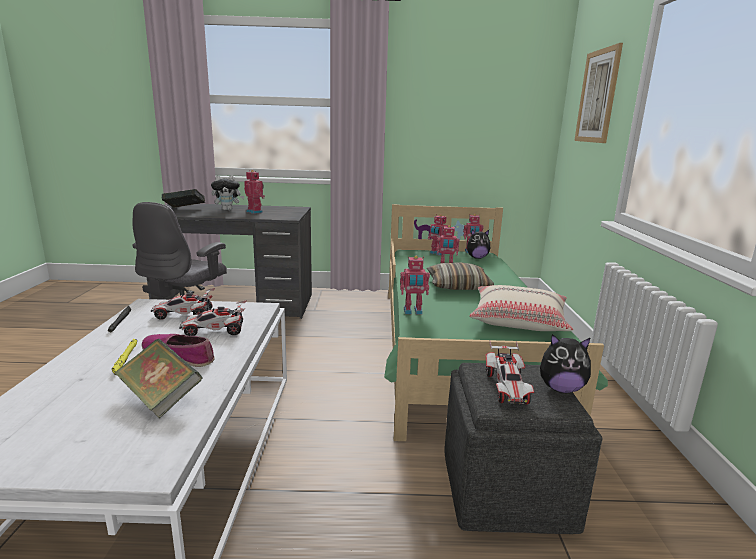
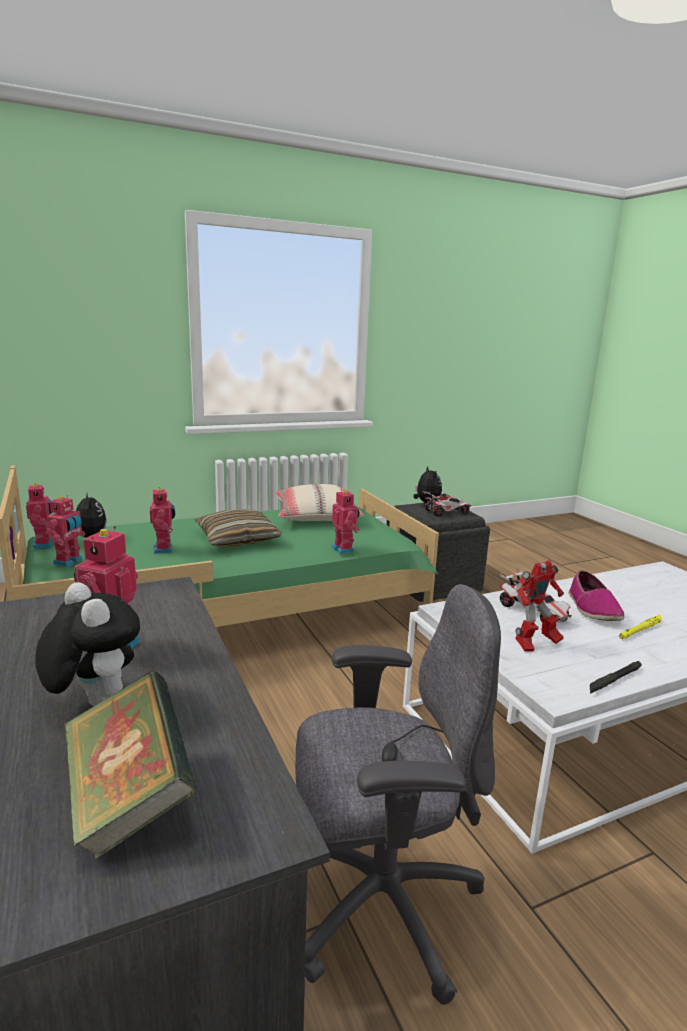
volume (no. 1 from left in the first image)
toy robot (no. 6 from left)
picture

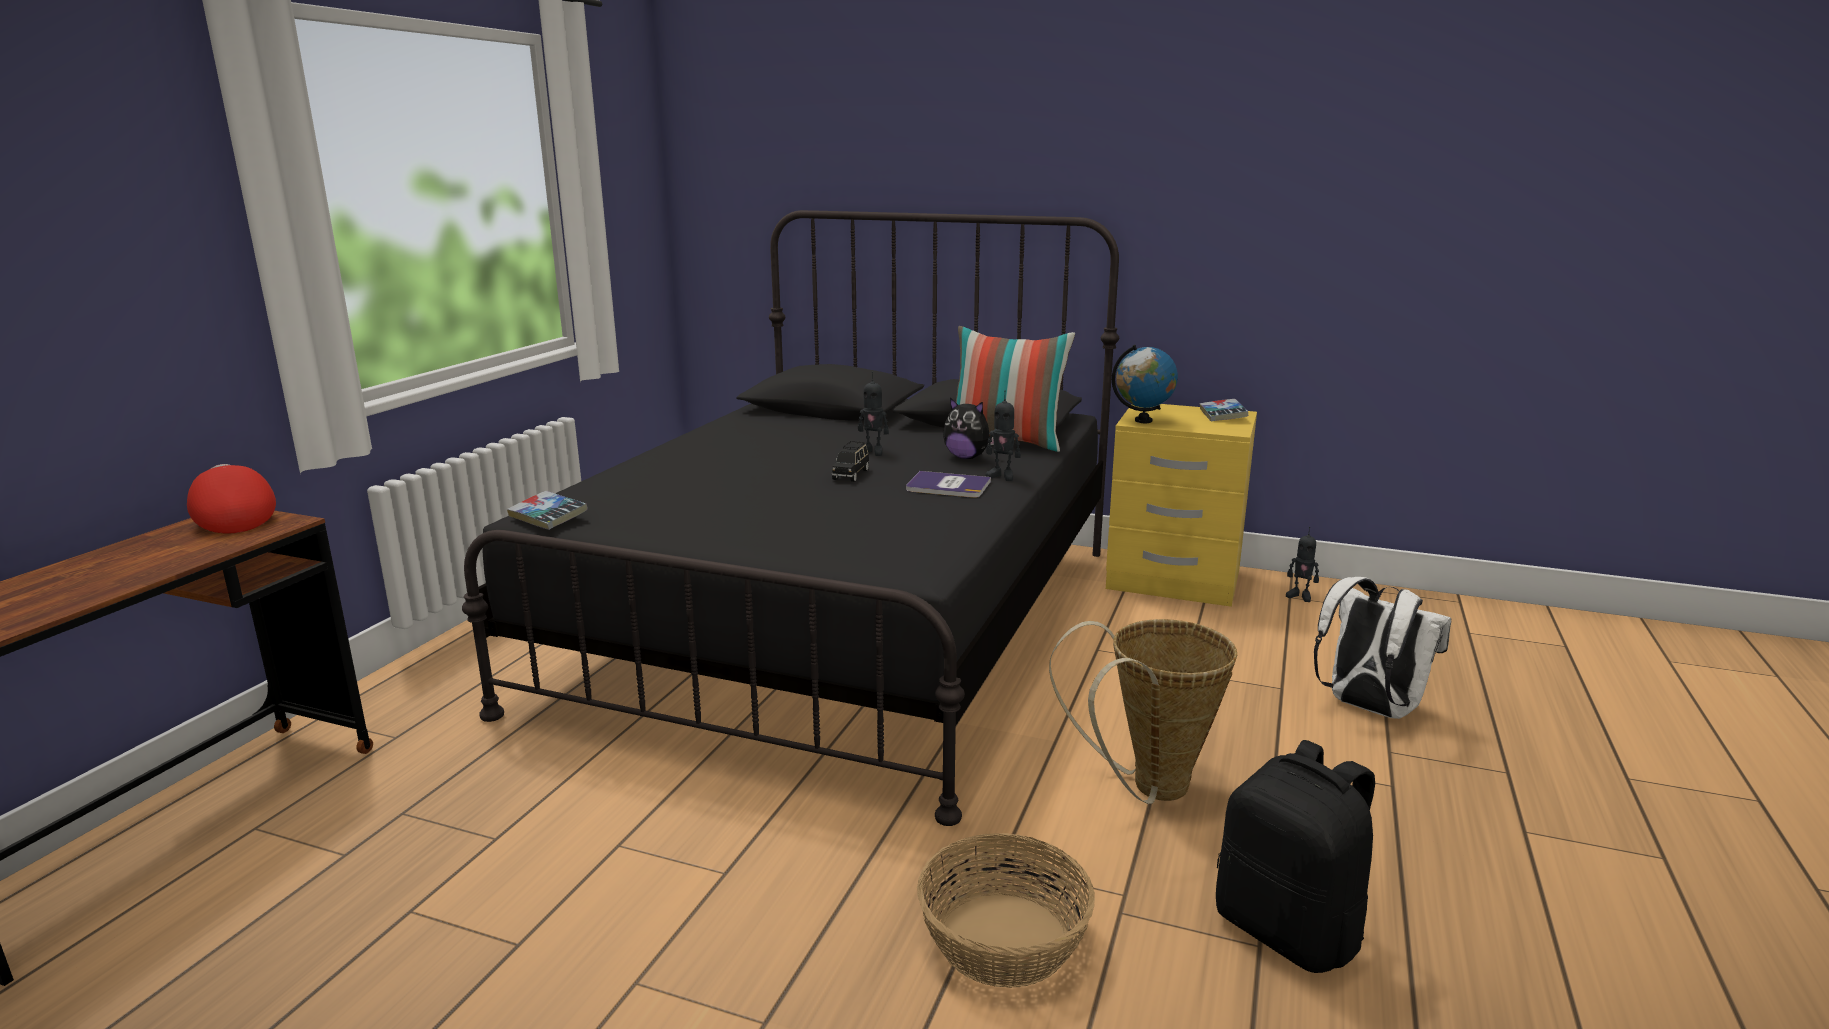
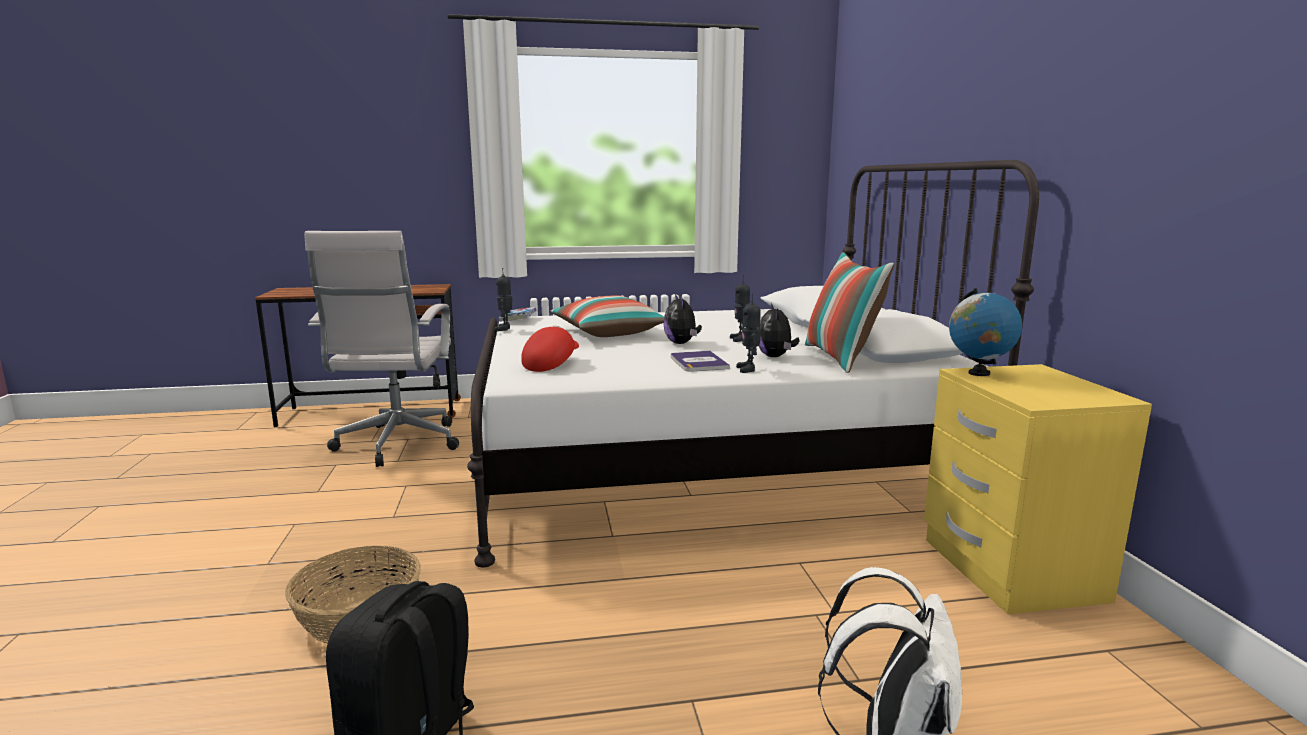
peaked cap in reddish
sleeping bed in white
plush toy (no. 1 from left)
storage basket (no. 2 from left in the first image)
volume (no. 3 from left in the first image)
toy robot (no. 1 from left)
office chair in white
pillow (no. 1 from left)

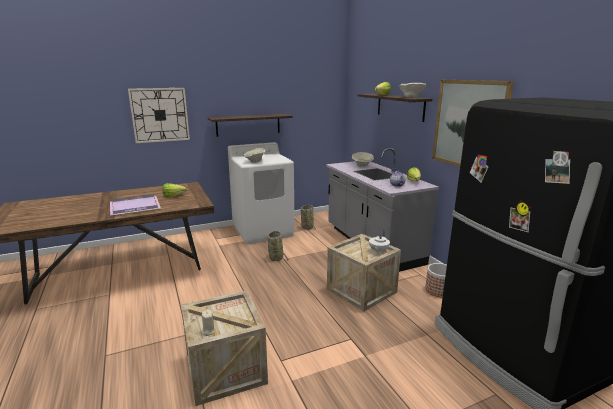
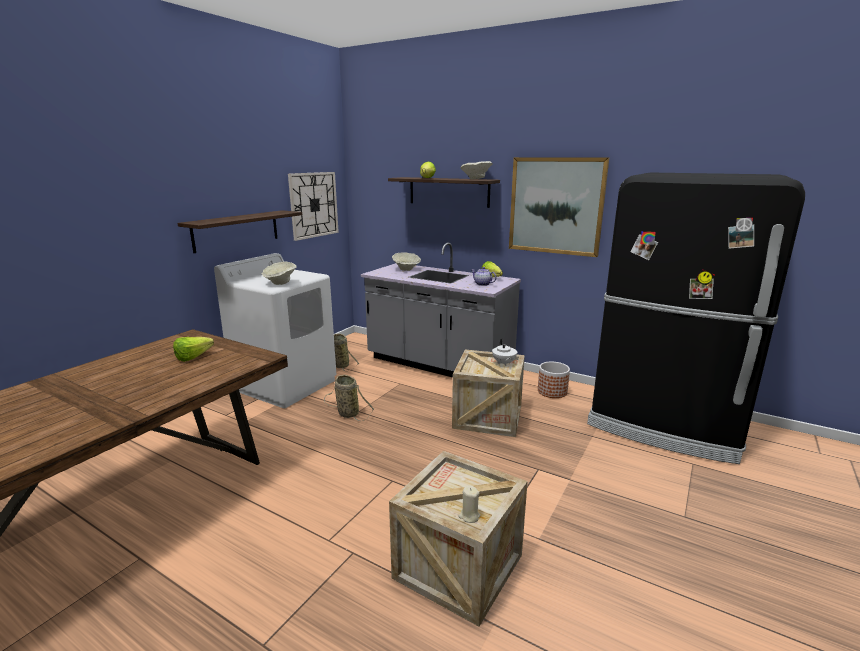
carrying tray in purple
clock on the wall

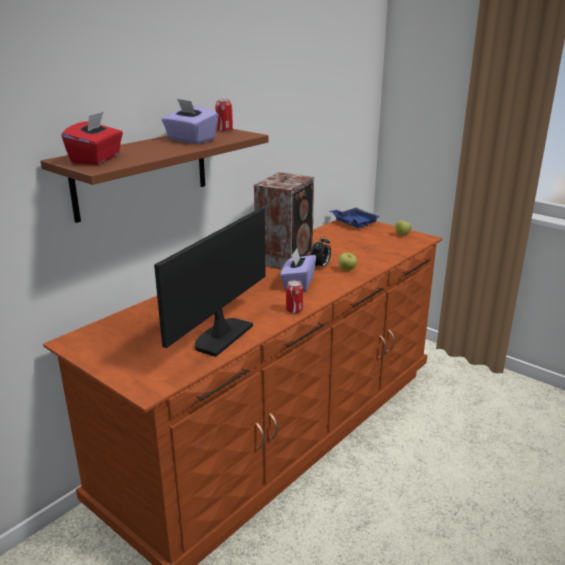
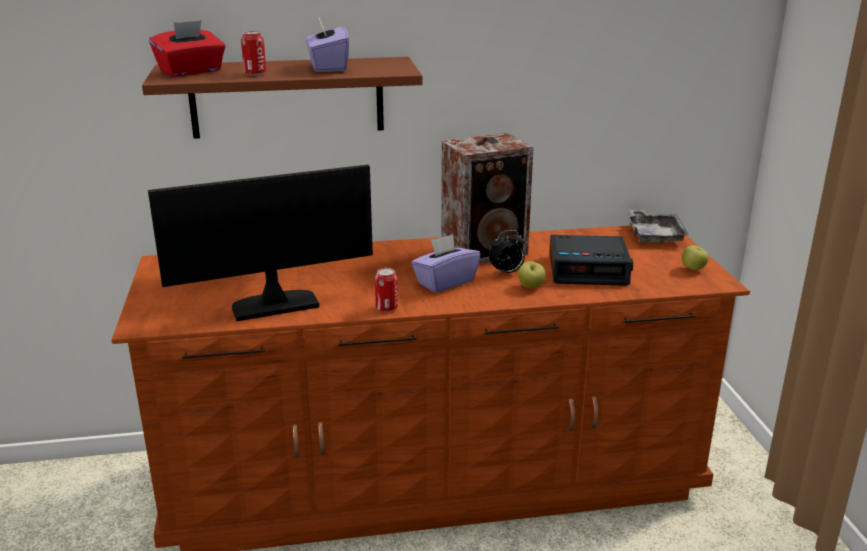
sealed can (no. 1 from left)
carrying tray in grey
table clock (no. 2 from left)

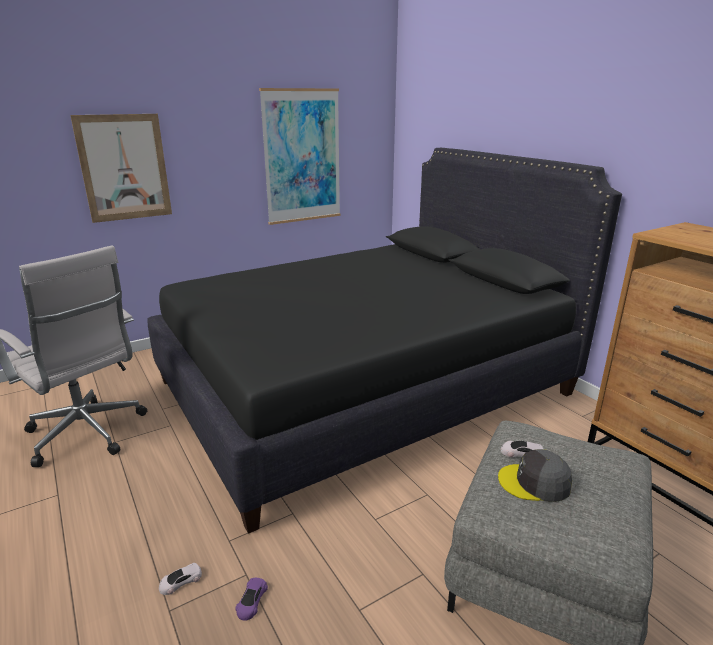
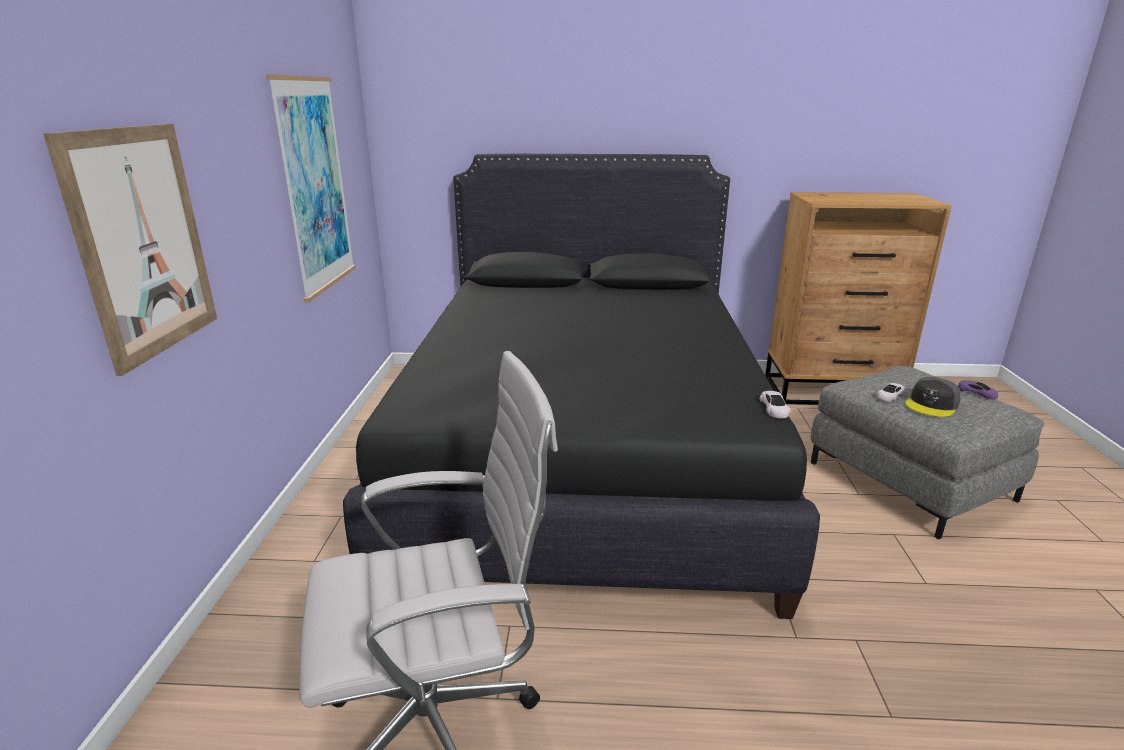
model car in white (no. 1 from left)
model car in purple

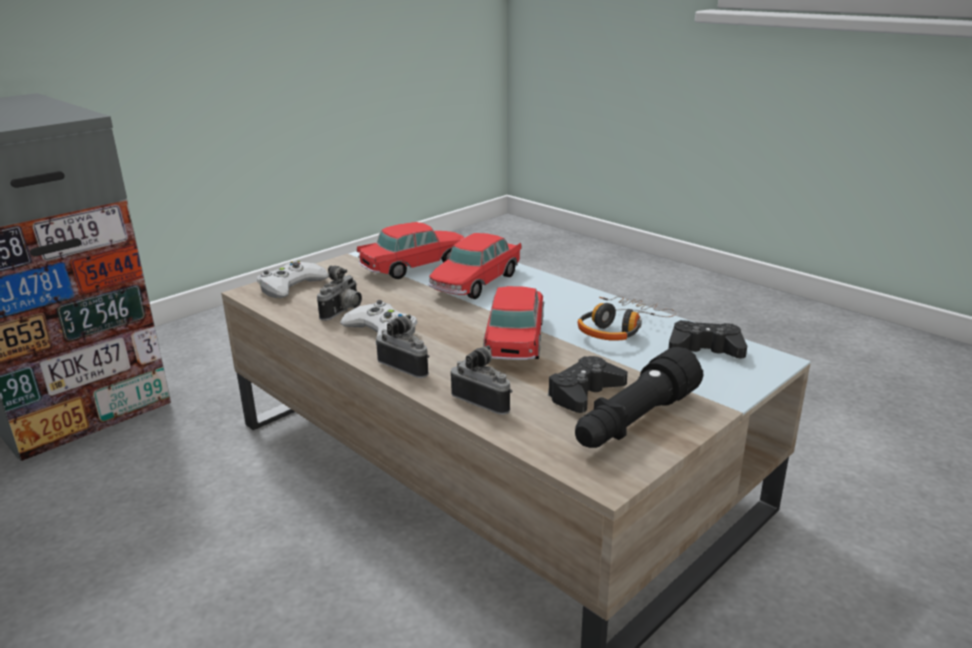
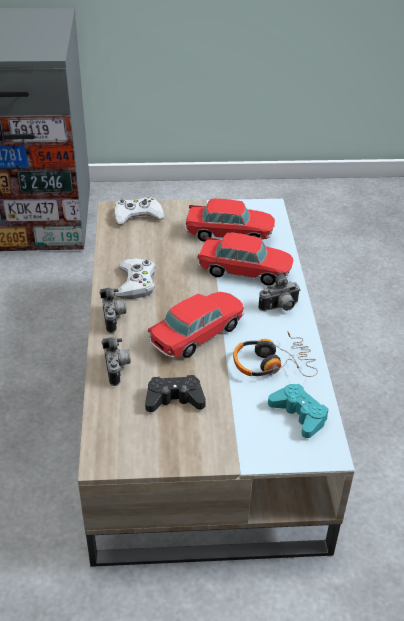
photo camera (no. 3 from left)
model car (no. 3 from left)
torch in black
game controller in blue-green

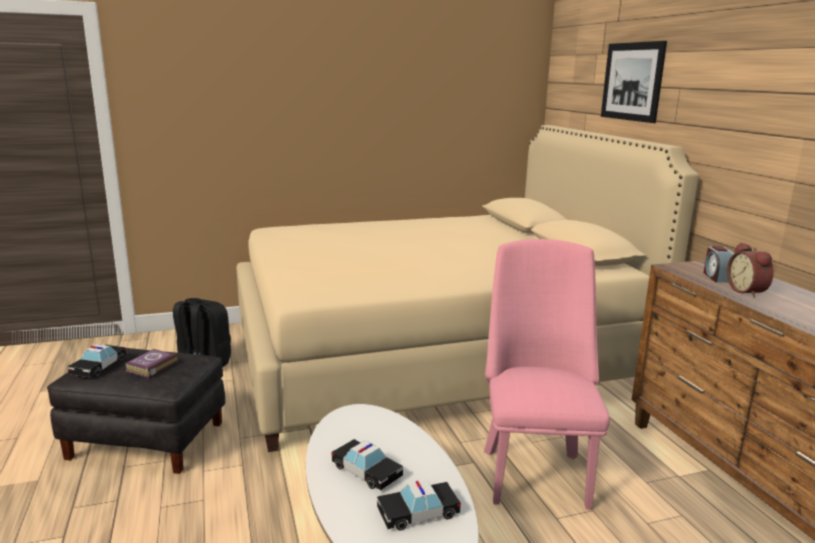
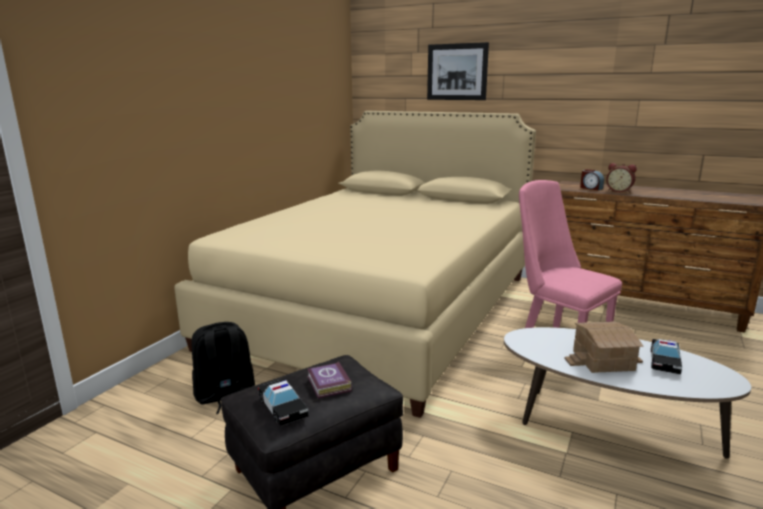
miniature house

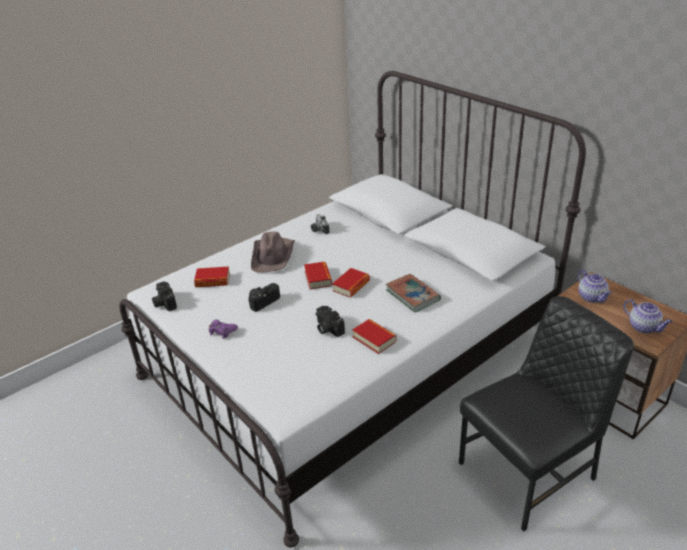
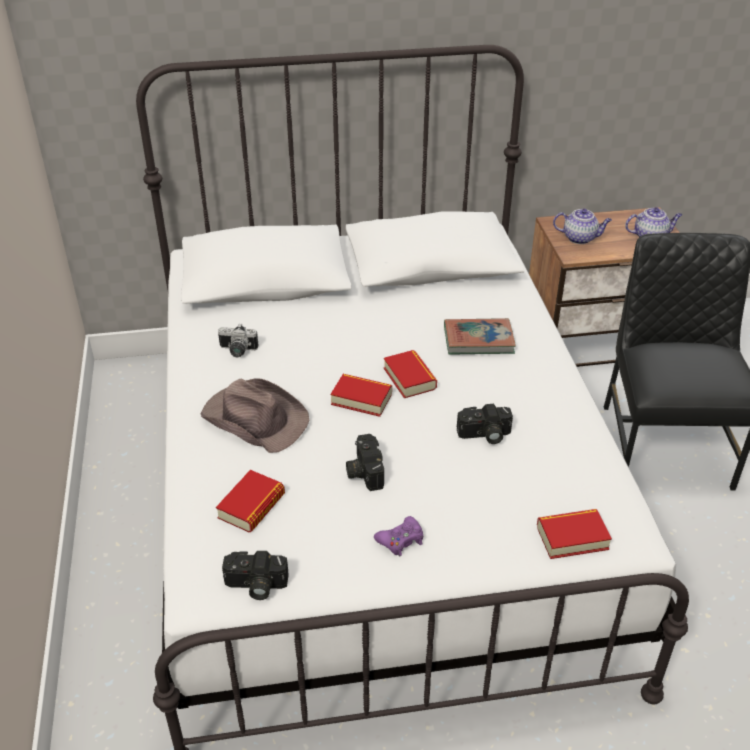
volume (no. 5 from left)

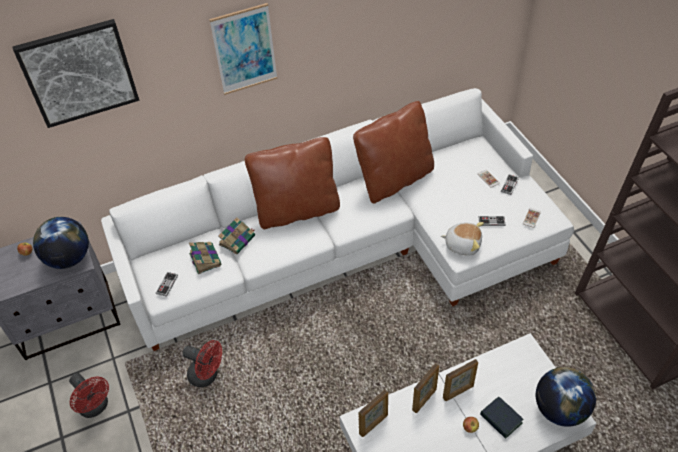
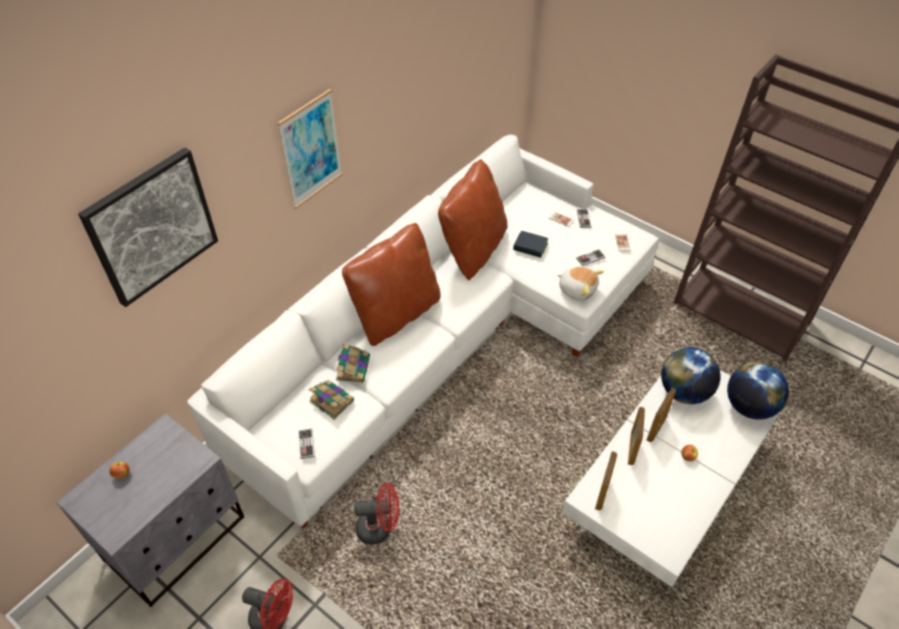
world globe (no. 1 from left)
plush toy
volume (no. 3 from left)

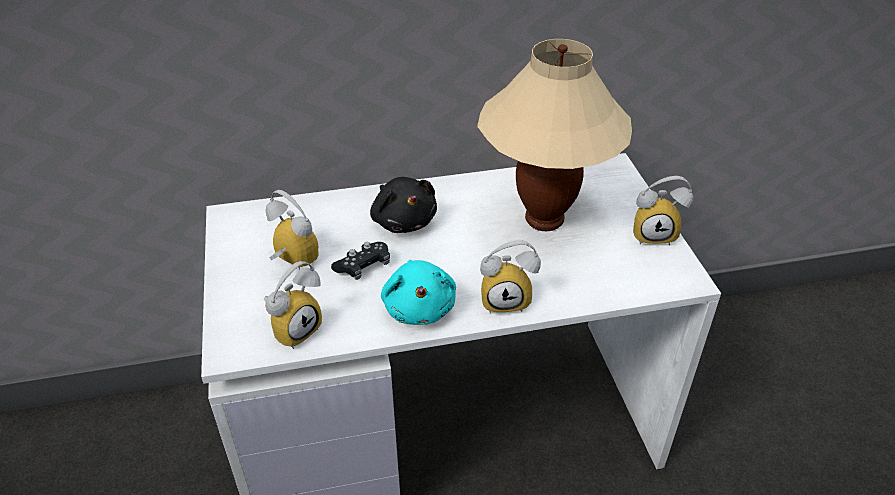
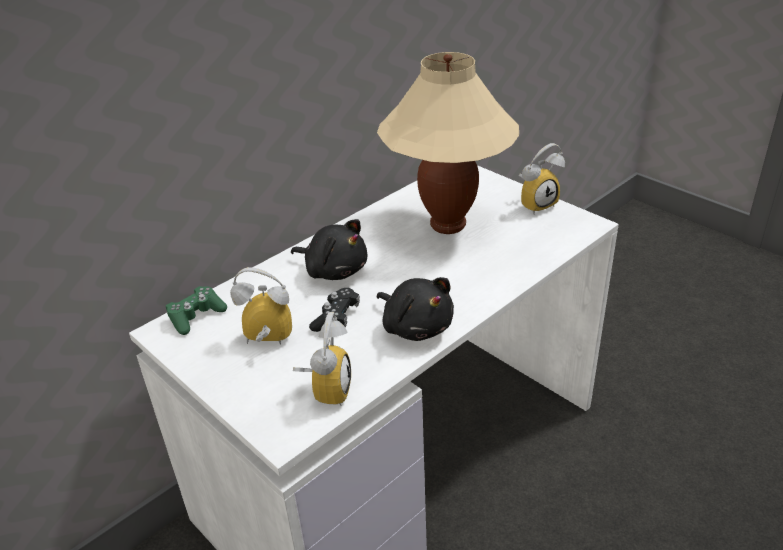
plush toy in black (no. 2 from left)
table clock (no. 3 from left in the first image)
game controller in green

